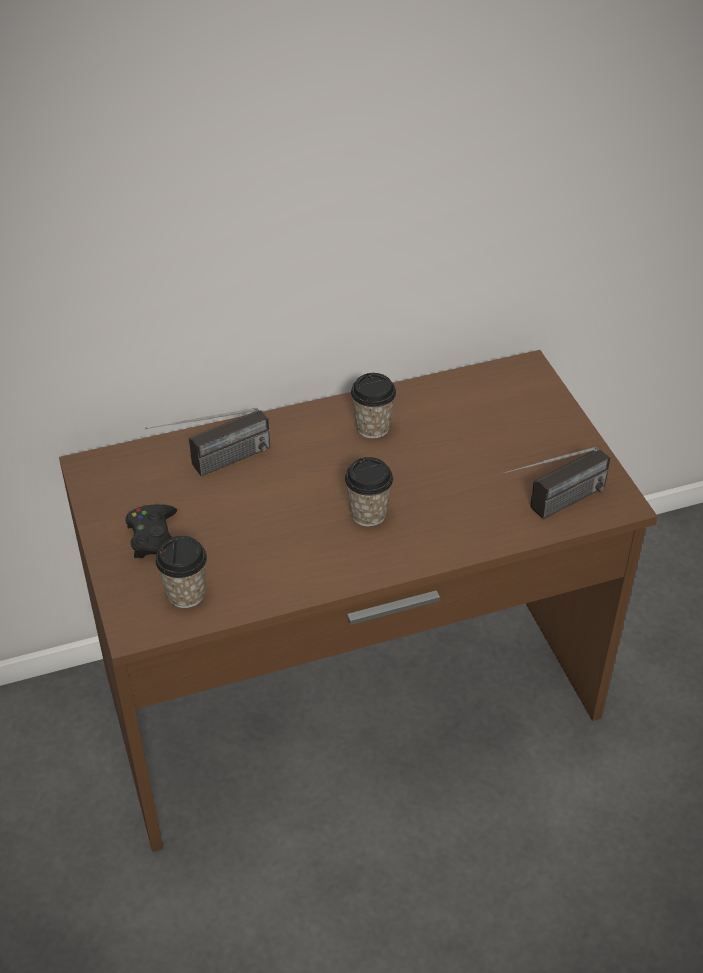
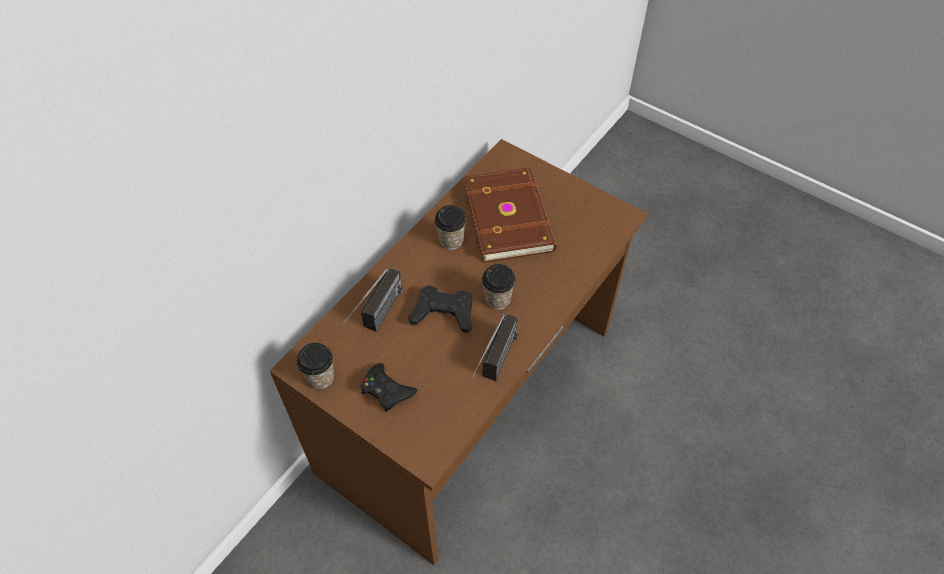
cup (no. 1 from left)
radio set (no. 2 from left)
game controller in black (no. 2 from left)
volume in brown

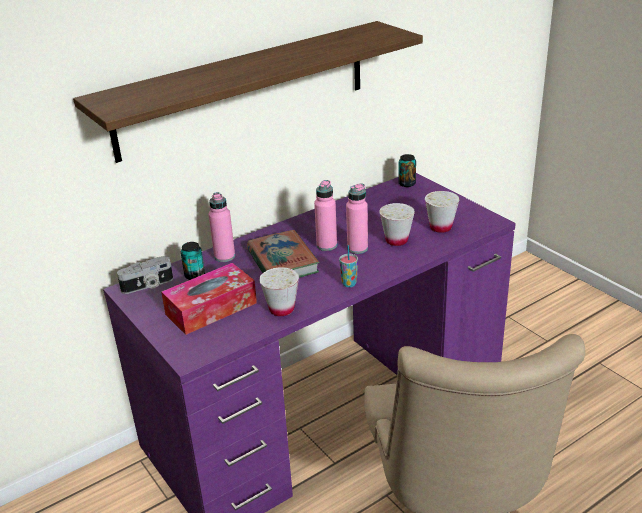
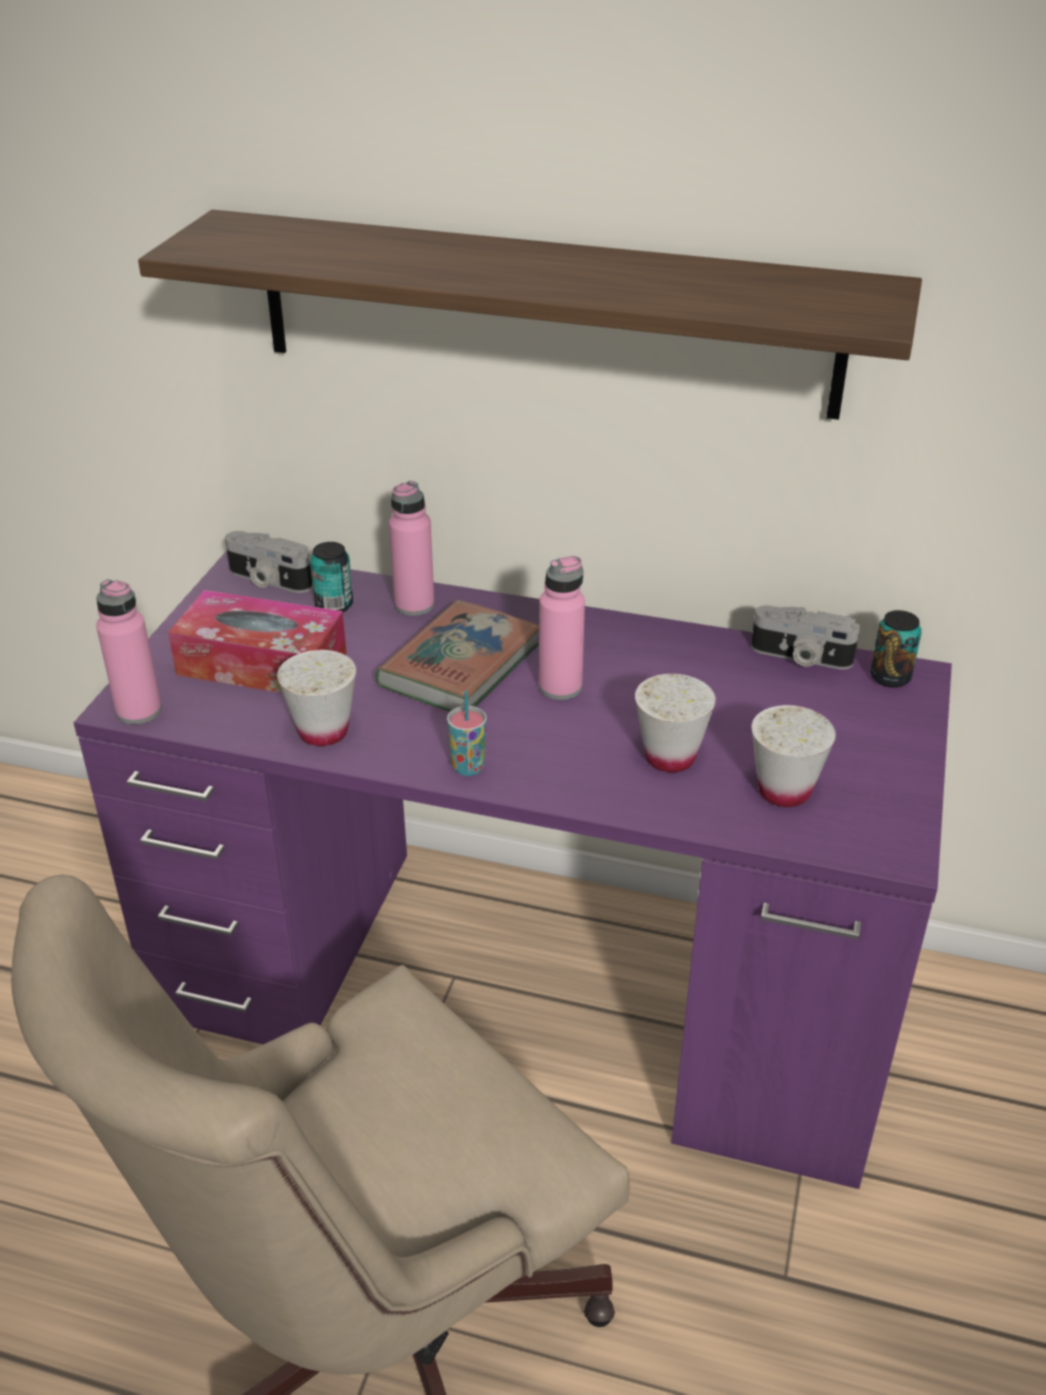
drink bottle in pink (no. 1 from left)
photo camera (no. 2 from left)

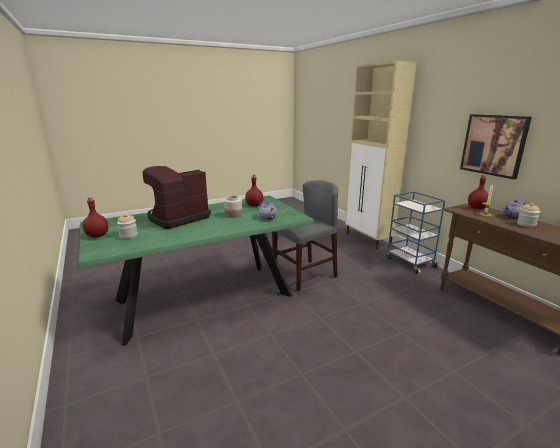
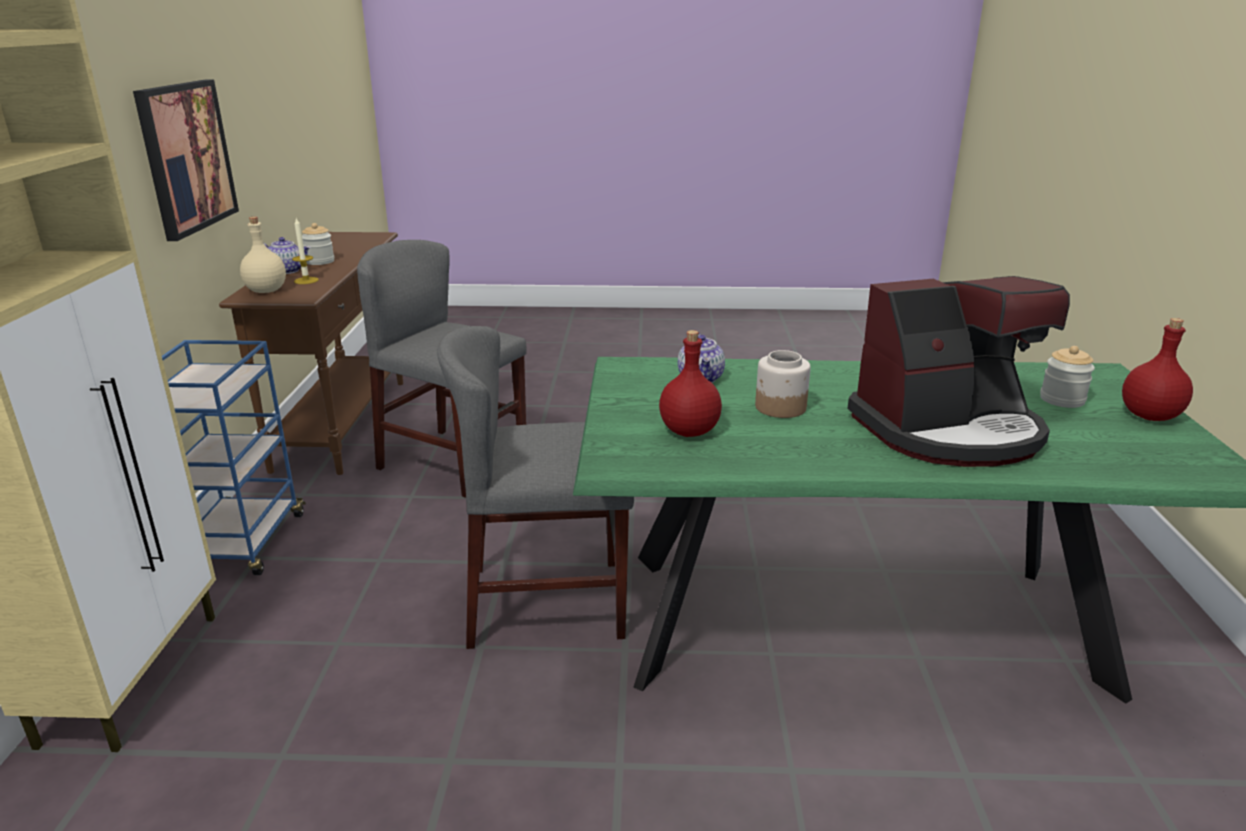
drink bottle in beige
plain chair in grey (no. 1 from left)

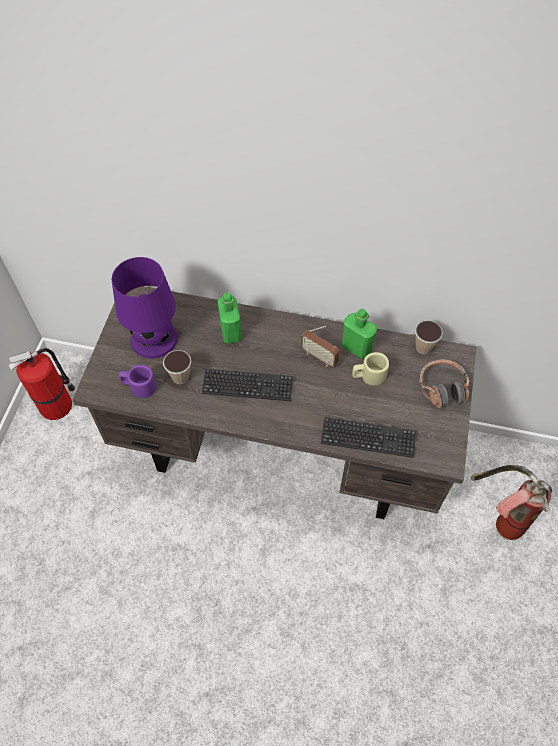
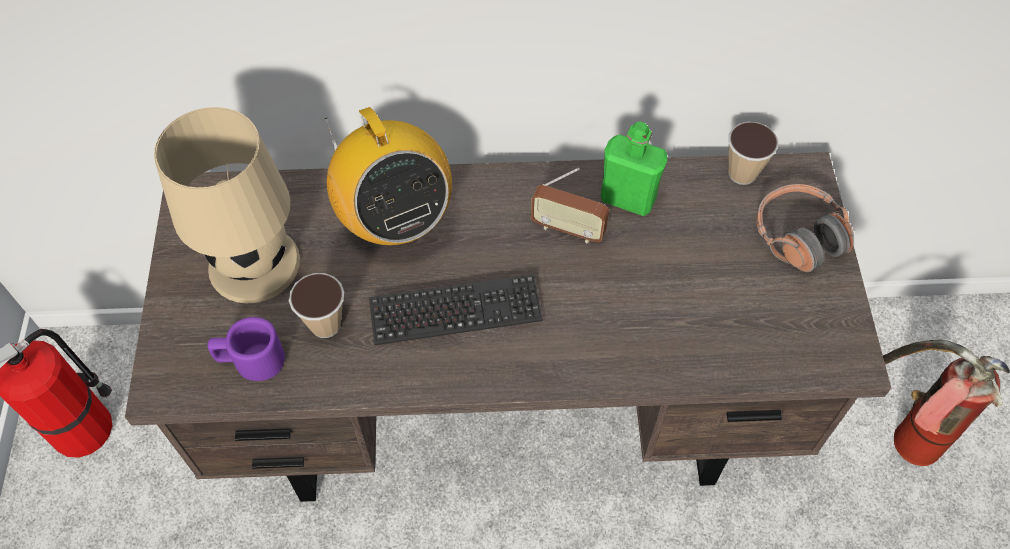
lamp for a table in beige
radio set (no. 1 from left)
computer keyboard (no. 2 from left in the first image)
mug in beige

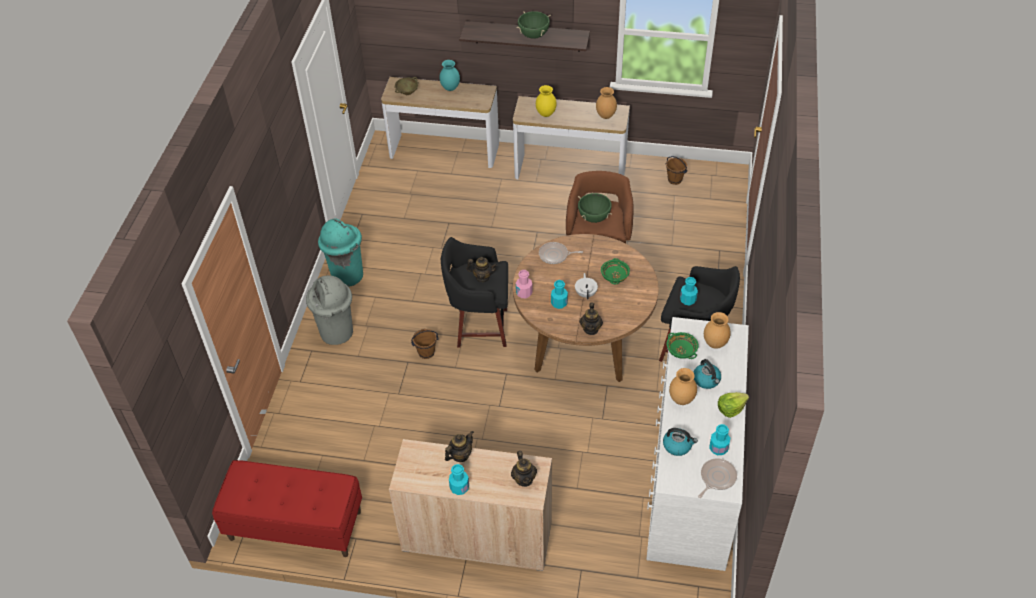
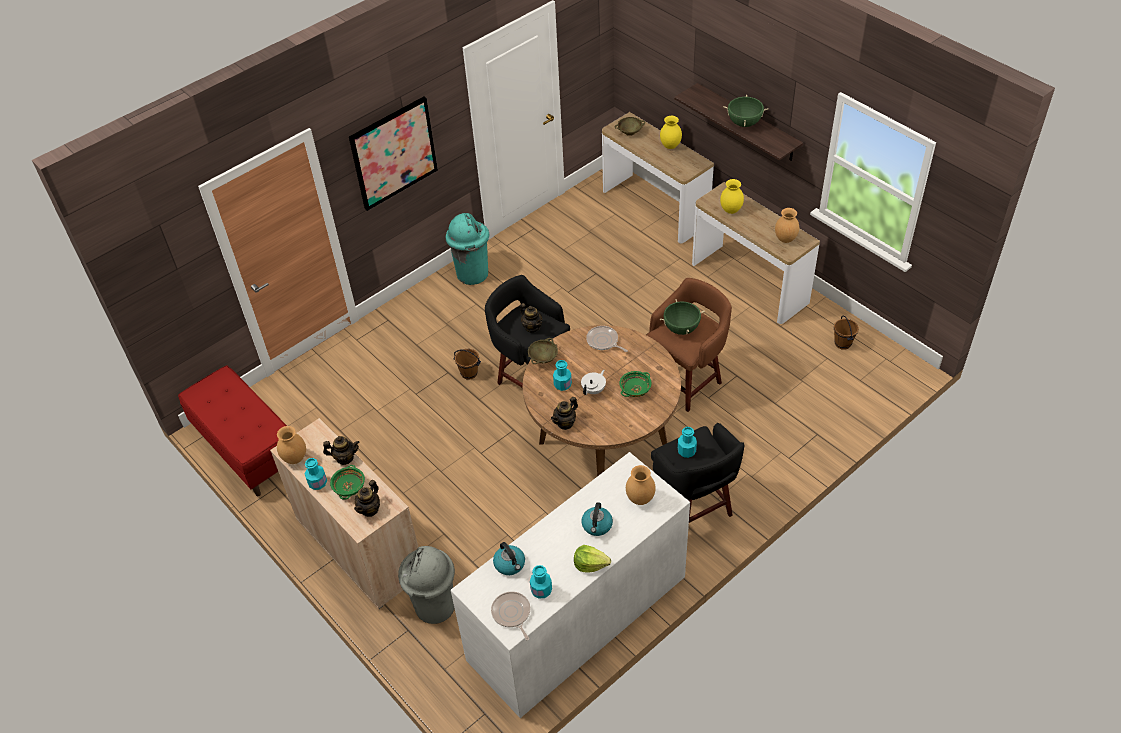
trash can in grey
vase in yellowish (no. 1 from left)
serving bowl in beige (no. 1 from left)
serving bowl in green (no. 1 from left)
vase in brown (no. 1 from left)
pan (no. 1 from left)
picture

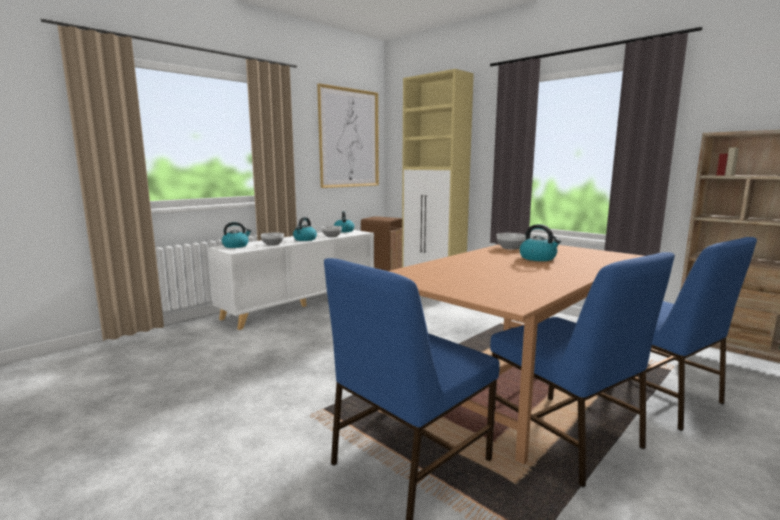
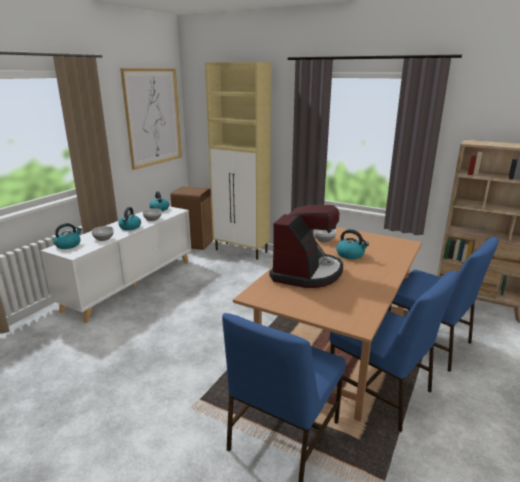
coffee brewer

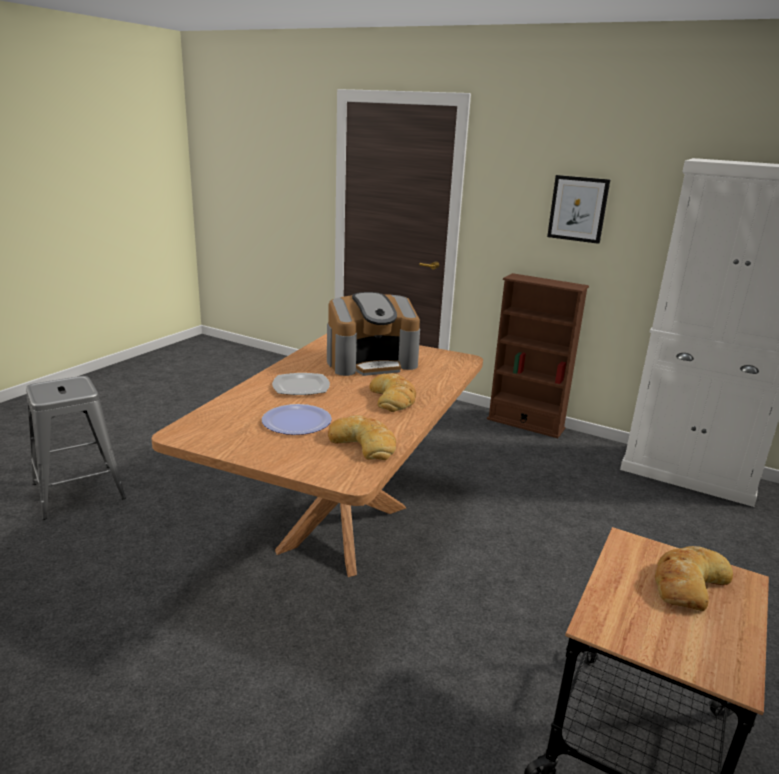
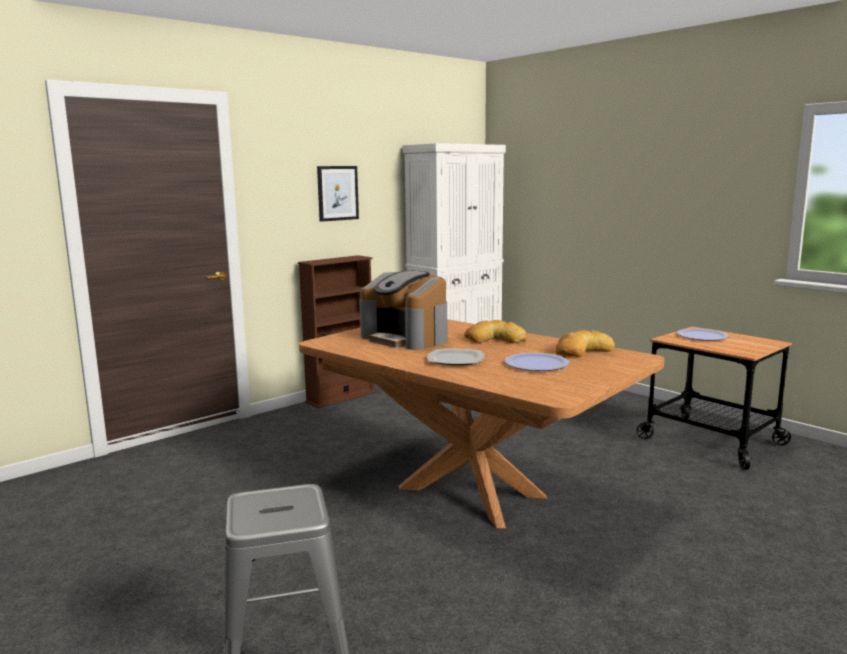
coffee brewer
dinner plate (no. 3 from left)

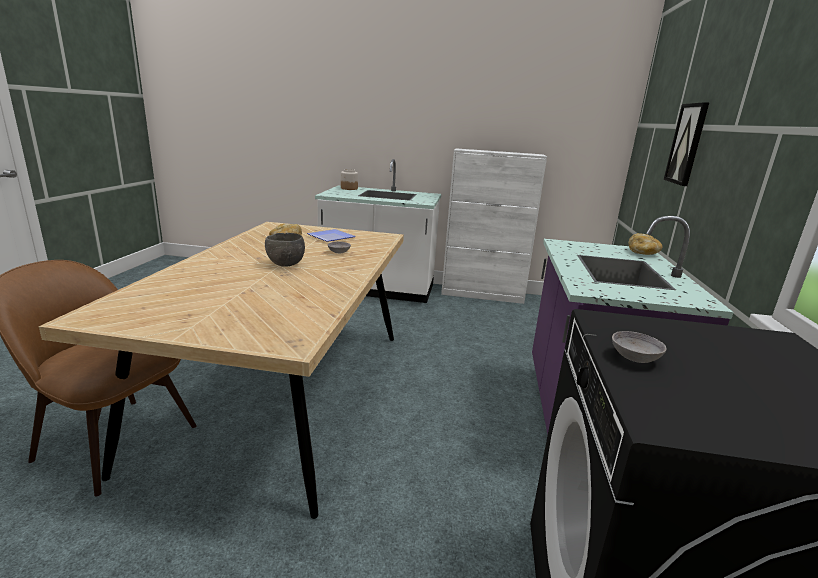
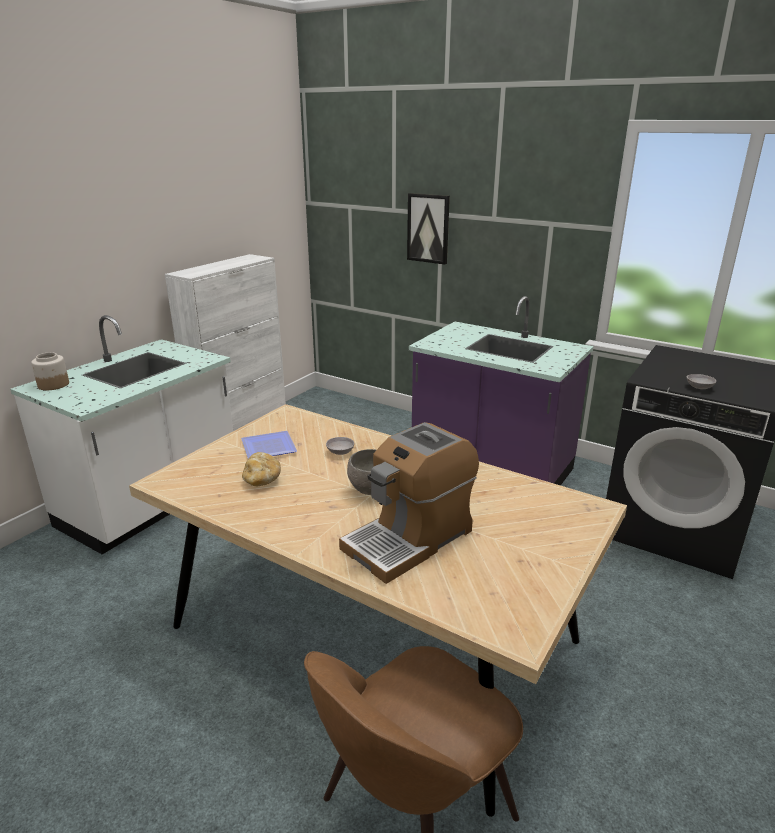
bread (no. 2 from left in the first image)
coffee brewer

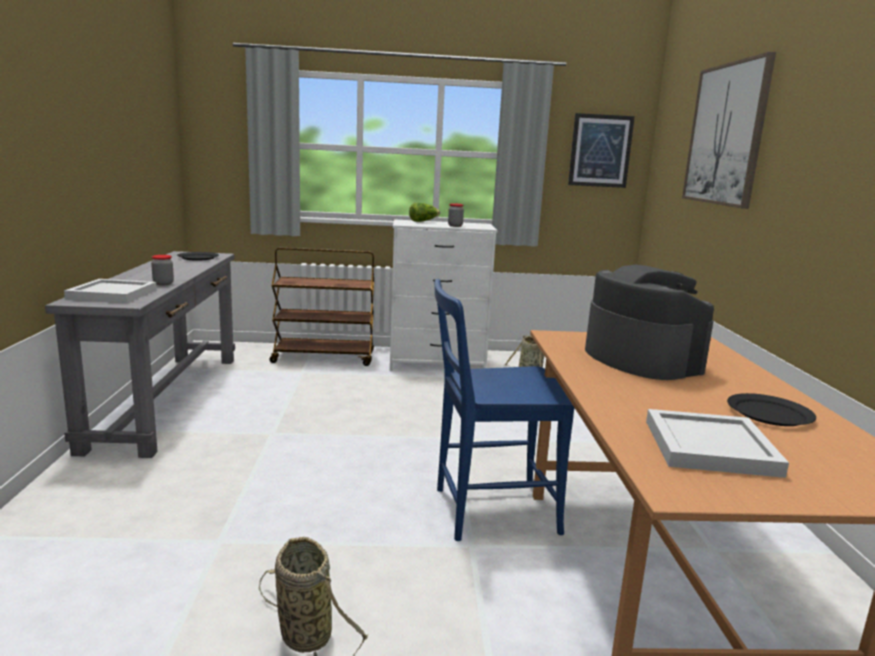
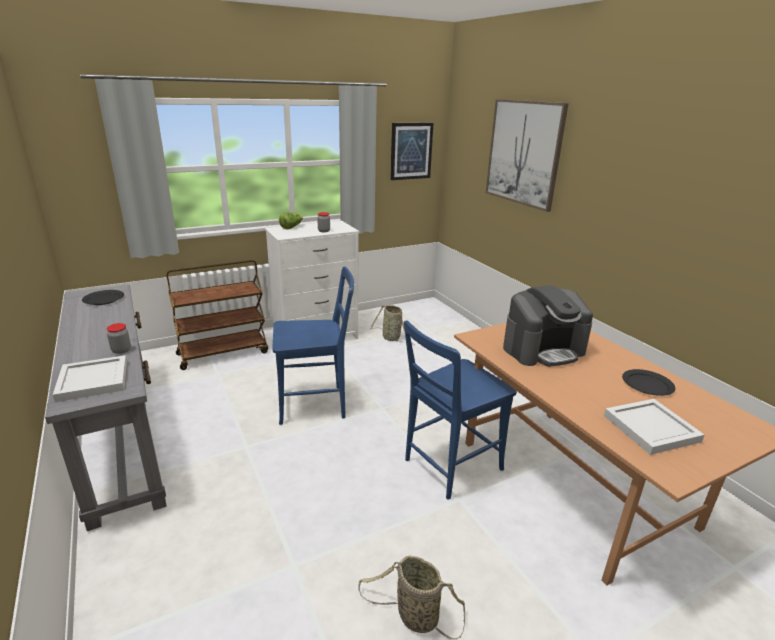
coffee brewer
plain chair in bluish (no. 1 from left)

